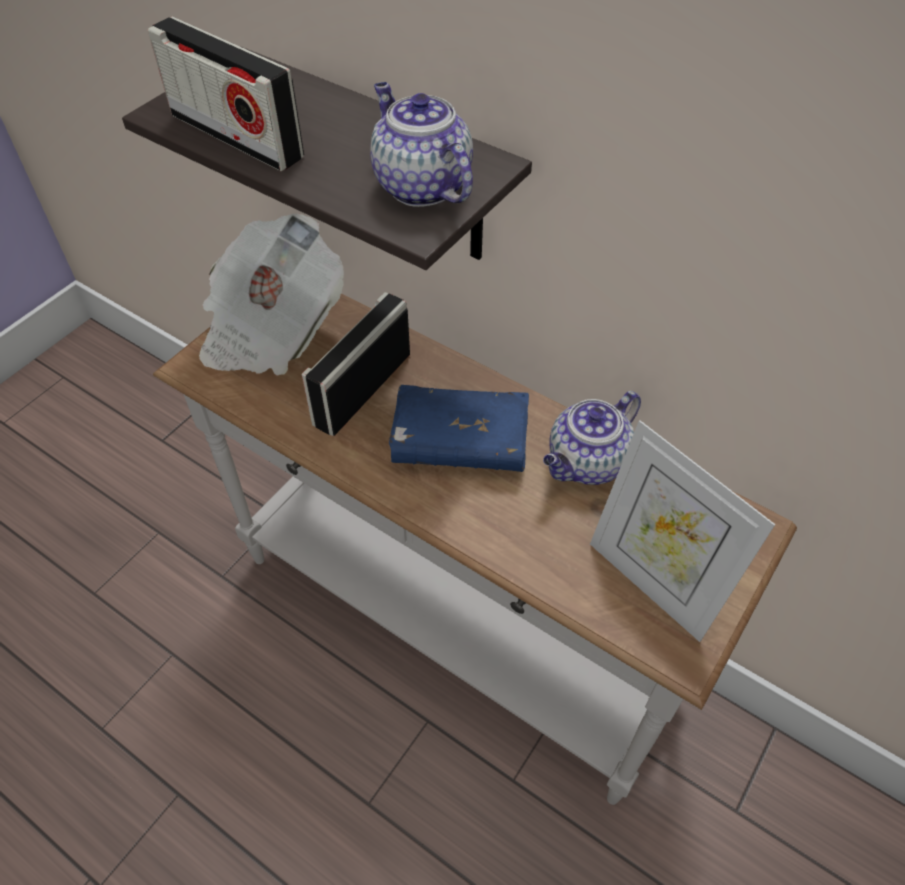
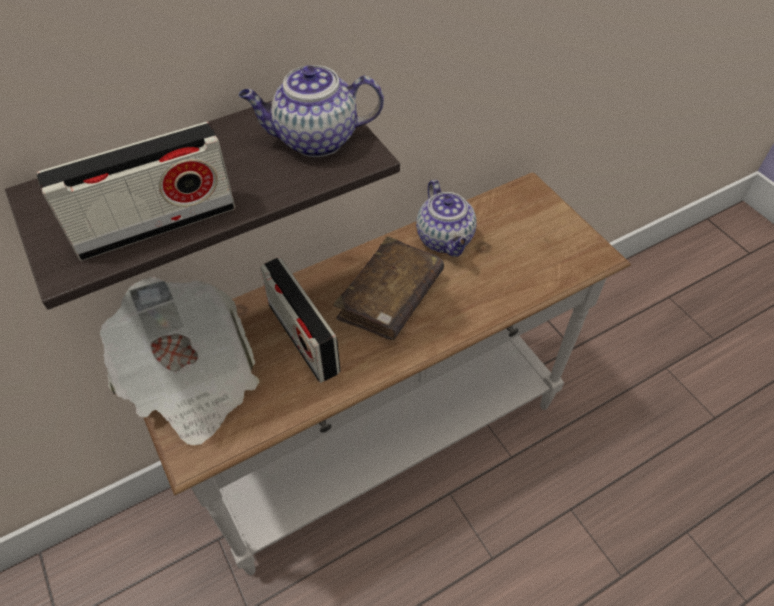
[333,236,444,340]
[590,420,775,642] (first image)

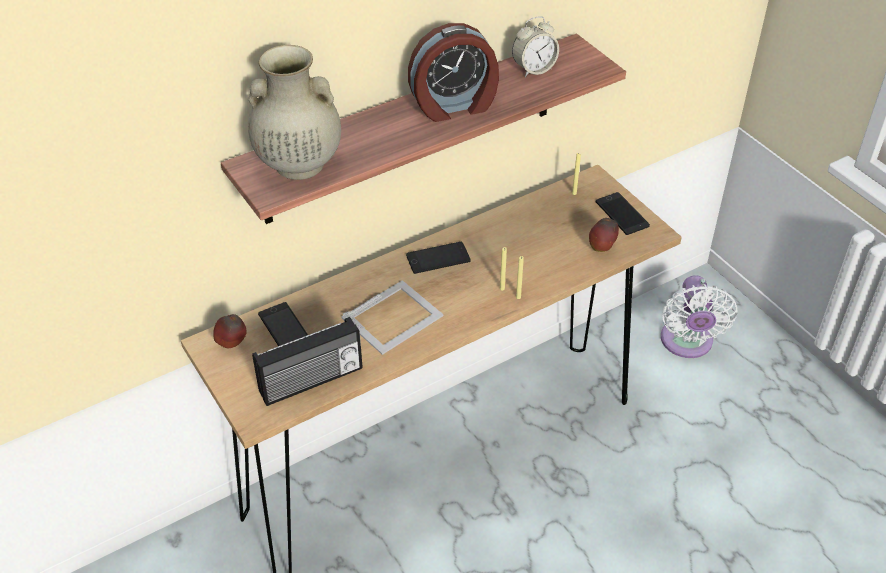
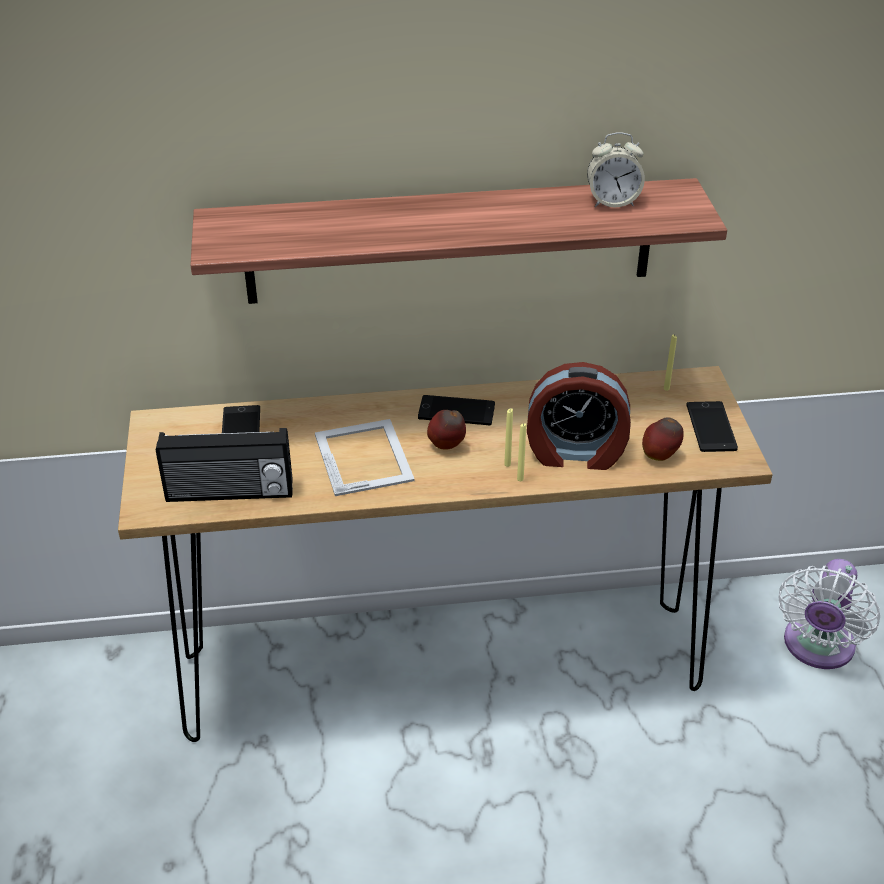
[315,419,415,496]
[427,410,466,450]
[527,362,631,470]
[248,45,341,180] (first image)

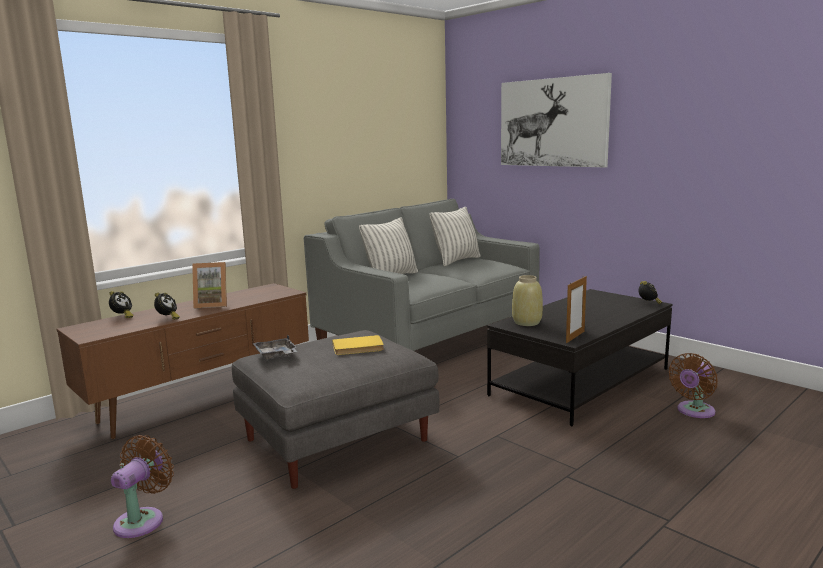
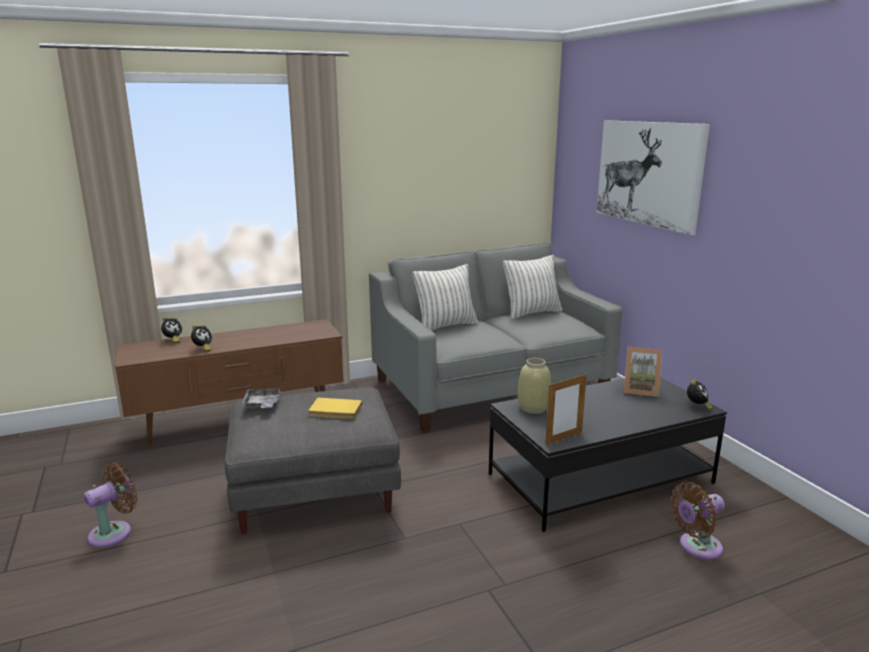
[624,347,662,397]

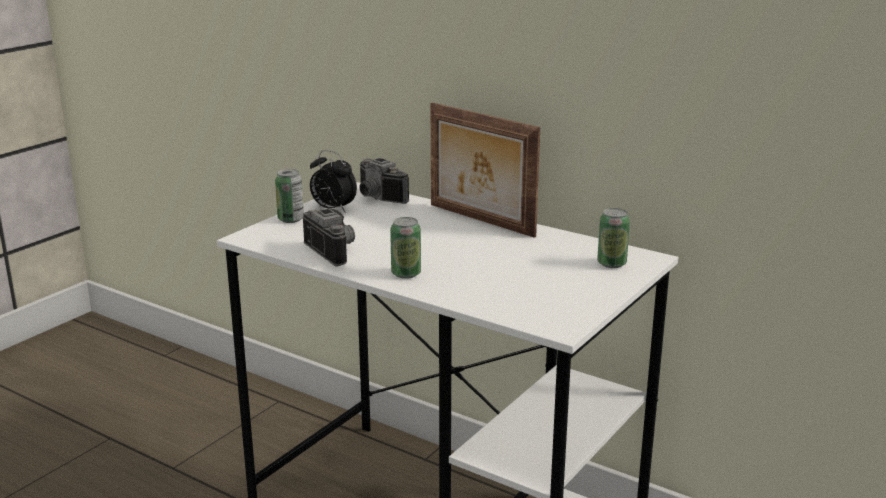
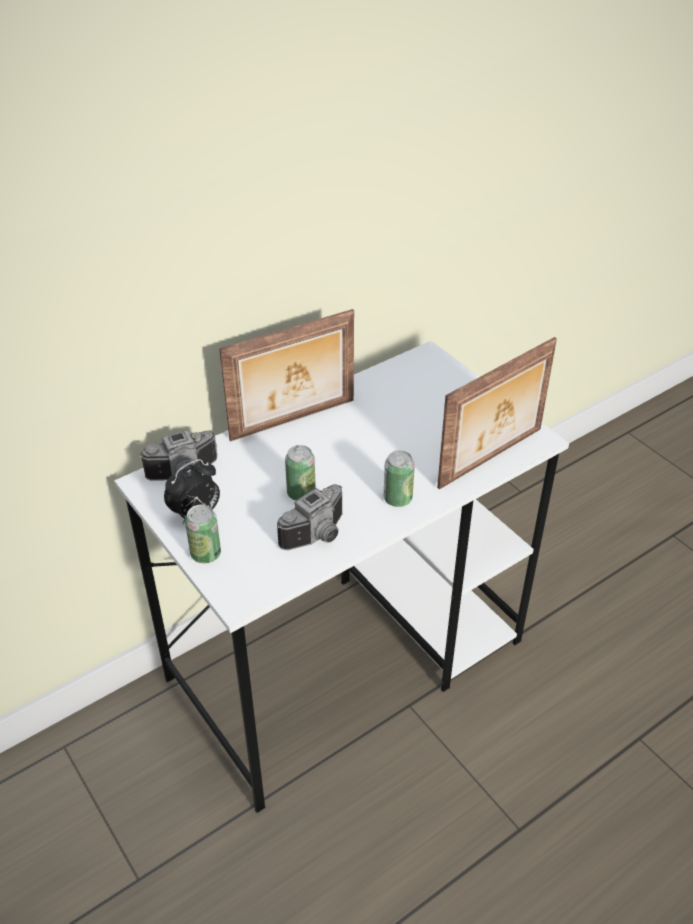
[277,484,342,550]
[285,445,316,501]
[437,337,557,489]

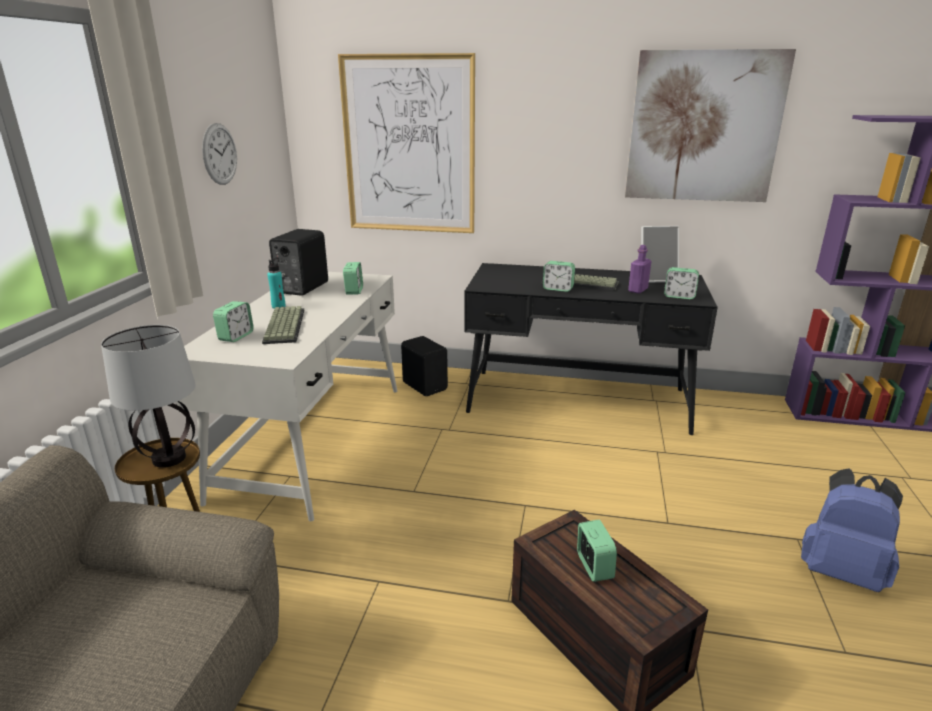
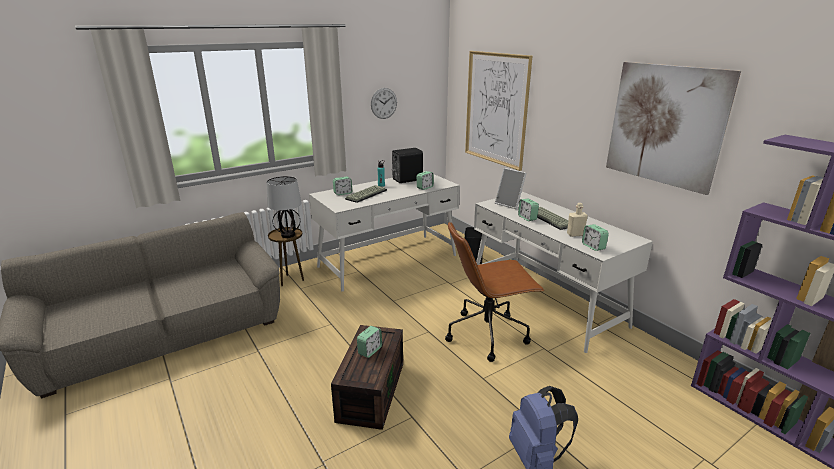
[445,221,545,362]
[474,192,653,353]
[495,168,527,209]
[567,203,588,237]

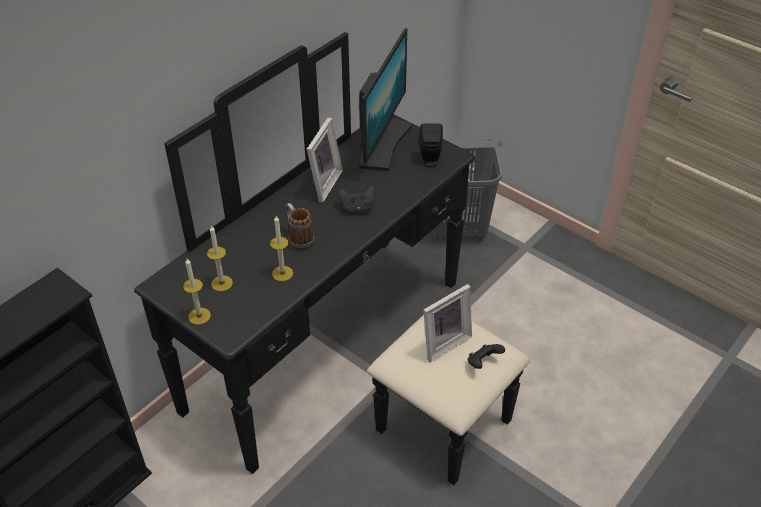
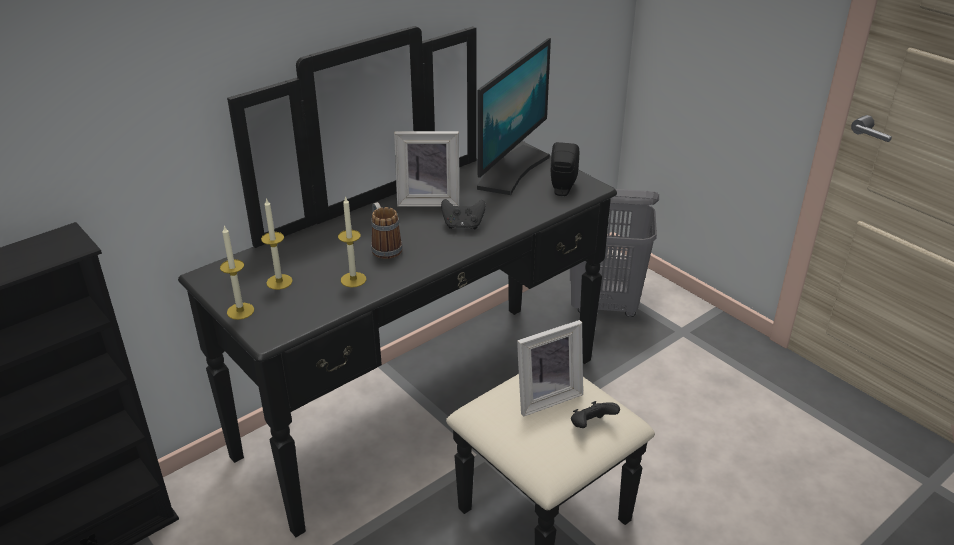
[394,131,460,207]

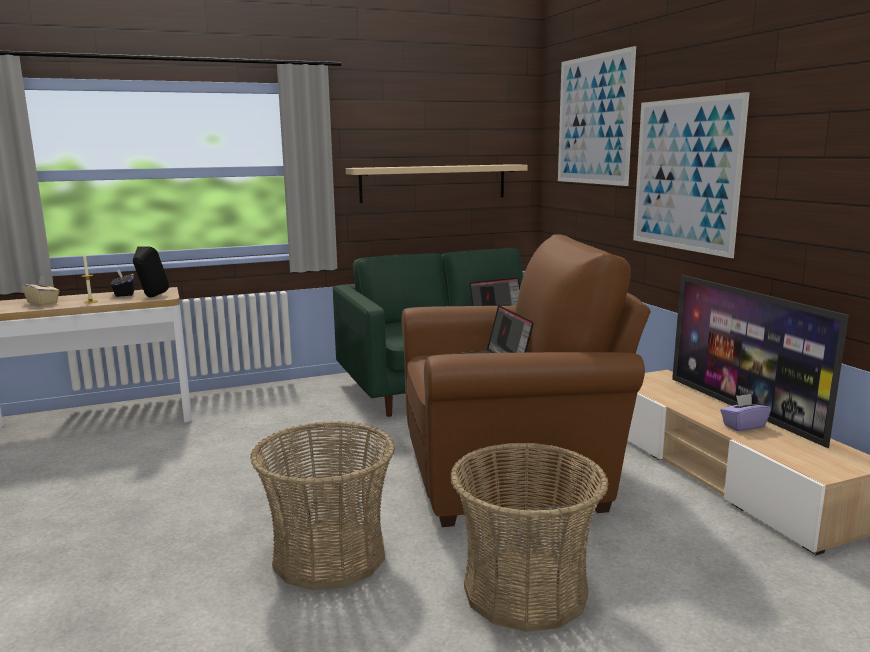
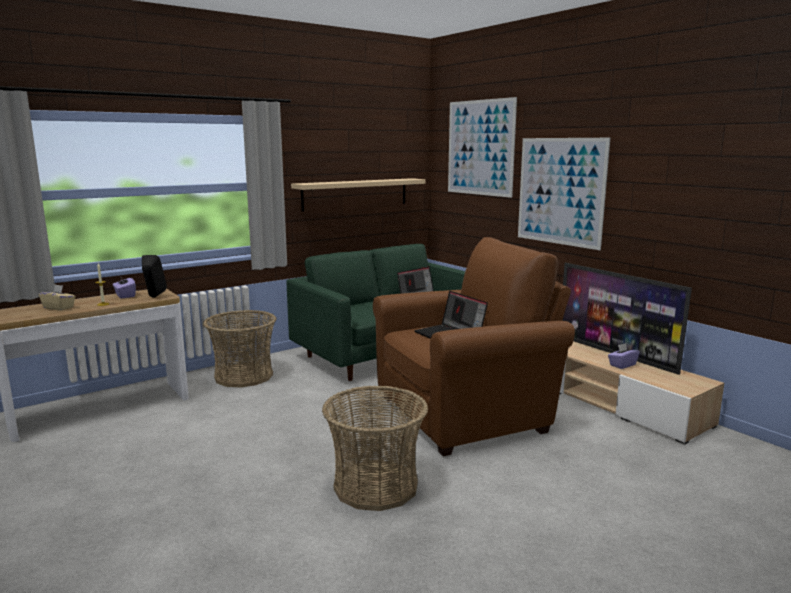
[113,276,136,299]
[203,310,276,387]

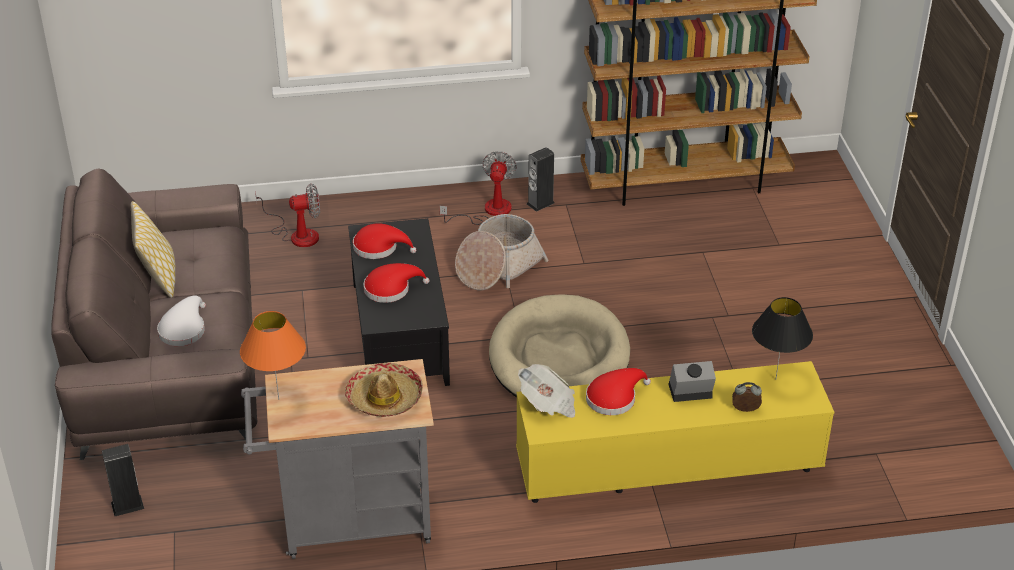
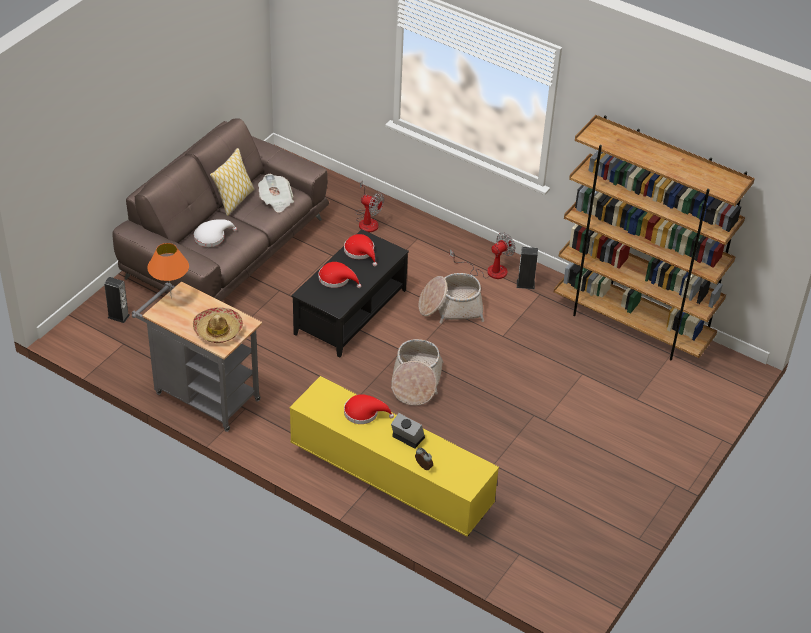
[258,174,294,213]
[391,339,443,406]
[752,297,813,380] (first image)

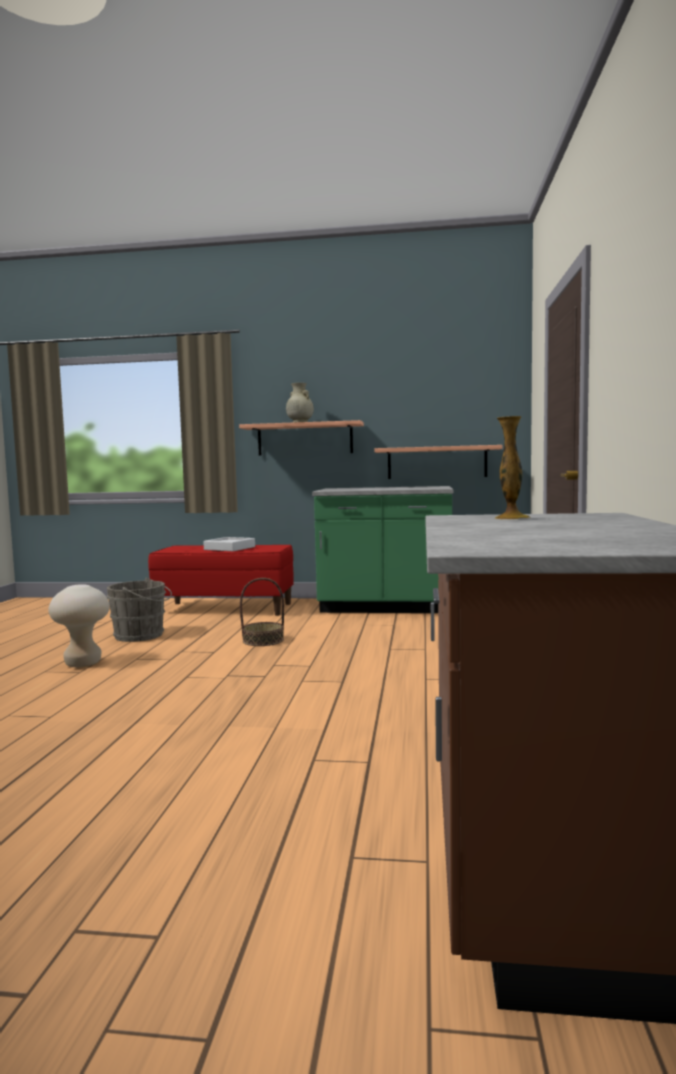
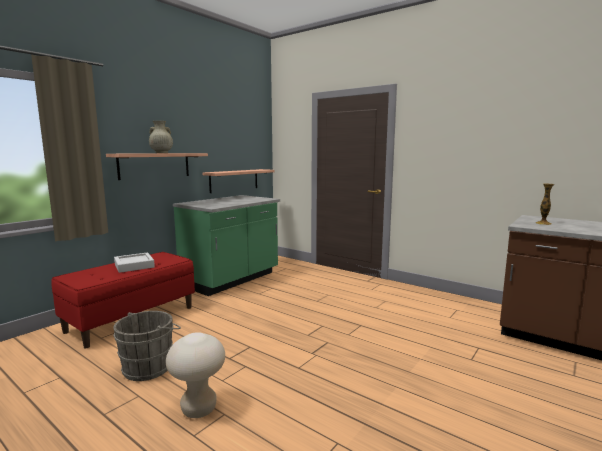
[240,578,284,646] (first image)

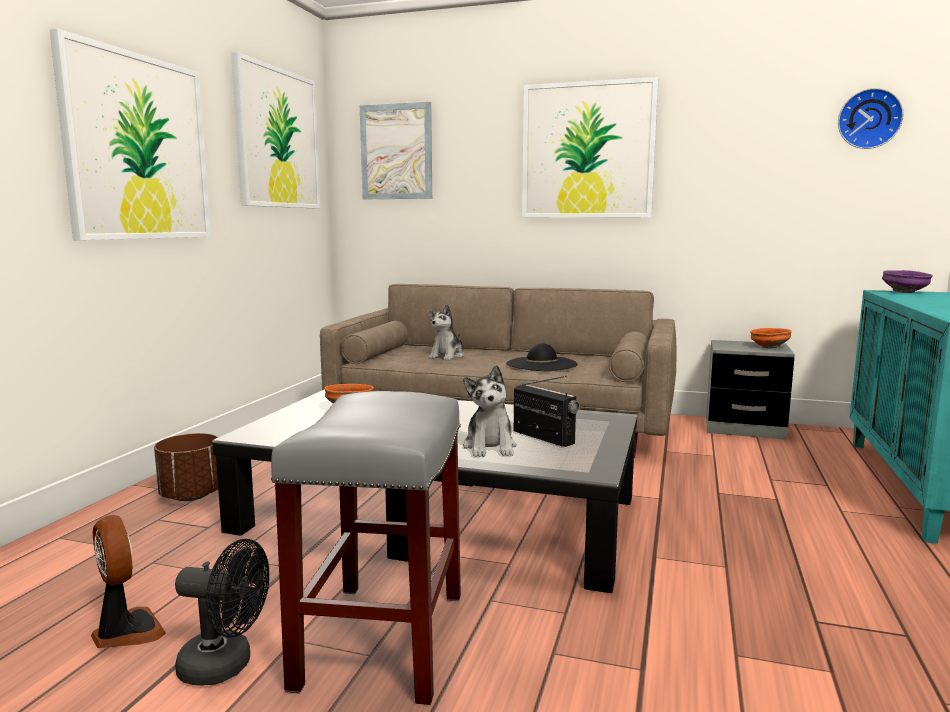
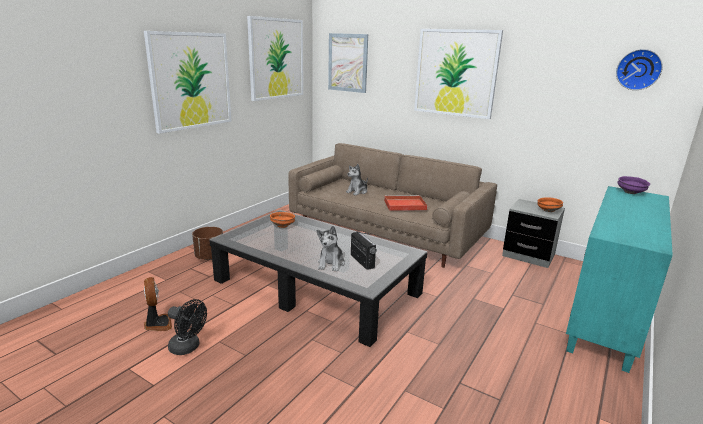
[384,195,428,211]
[271,391,461,705] (first image)

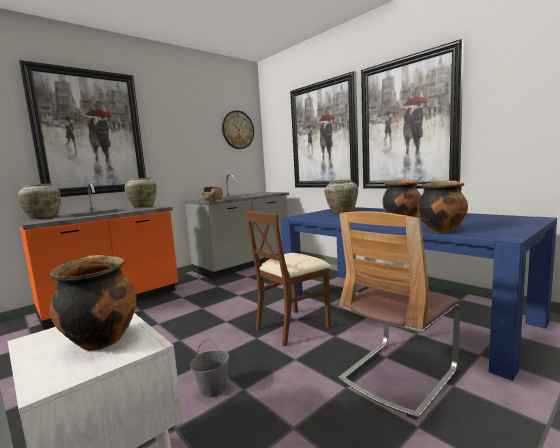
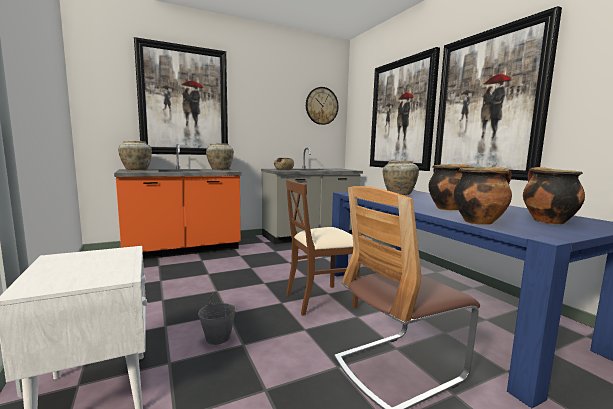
[523,167,585,225]

